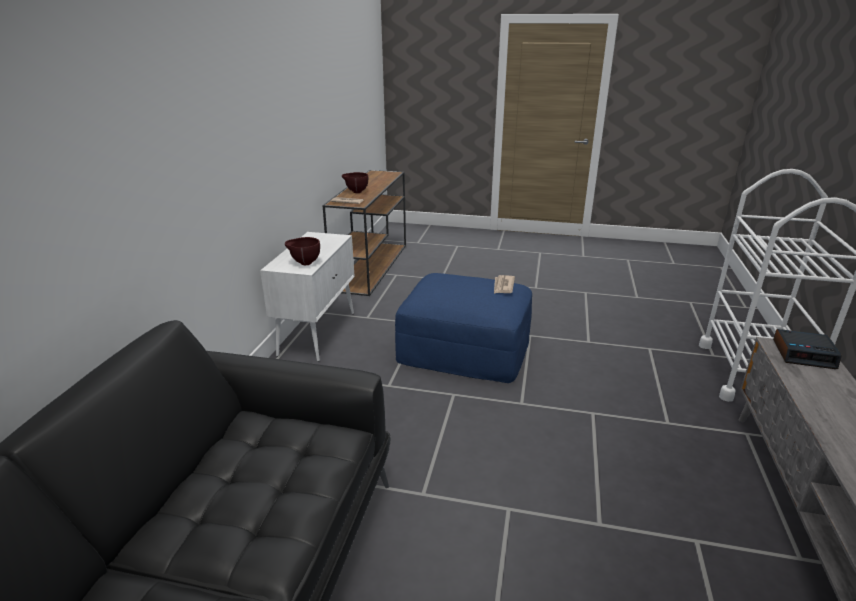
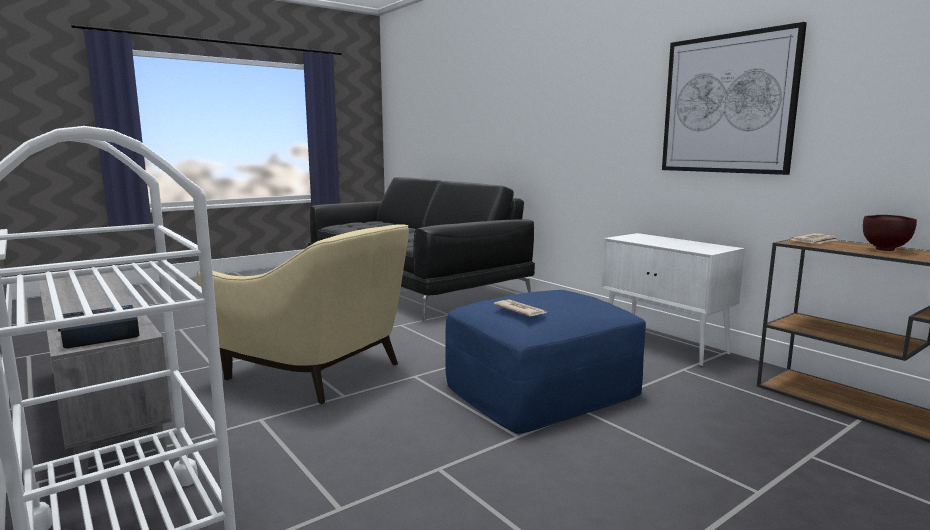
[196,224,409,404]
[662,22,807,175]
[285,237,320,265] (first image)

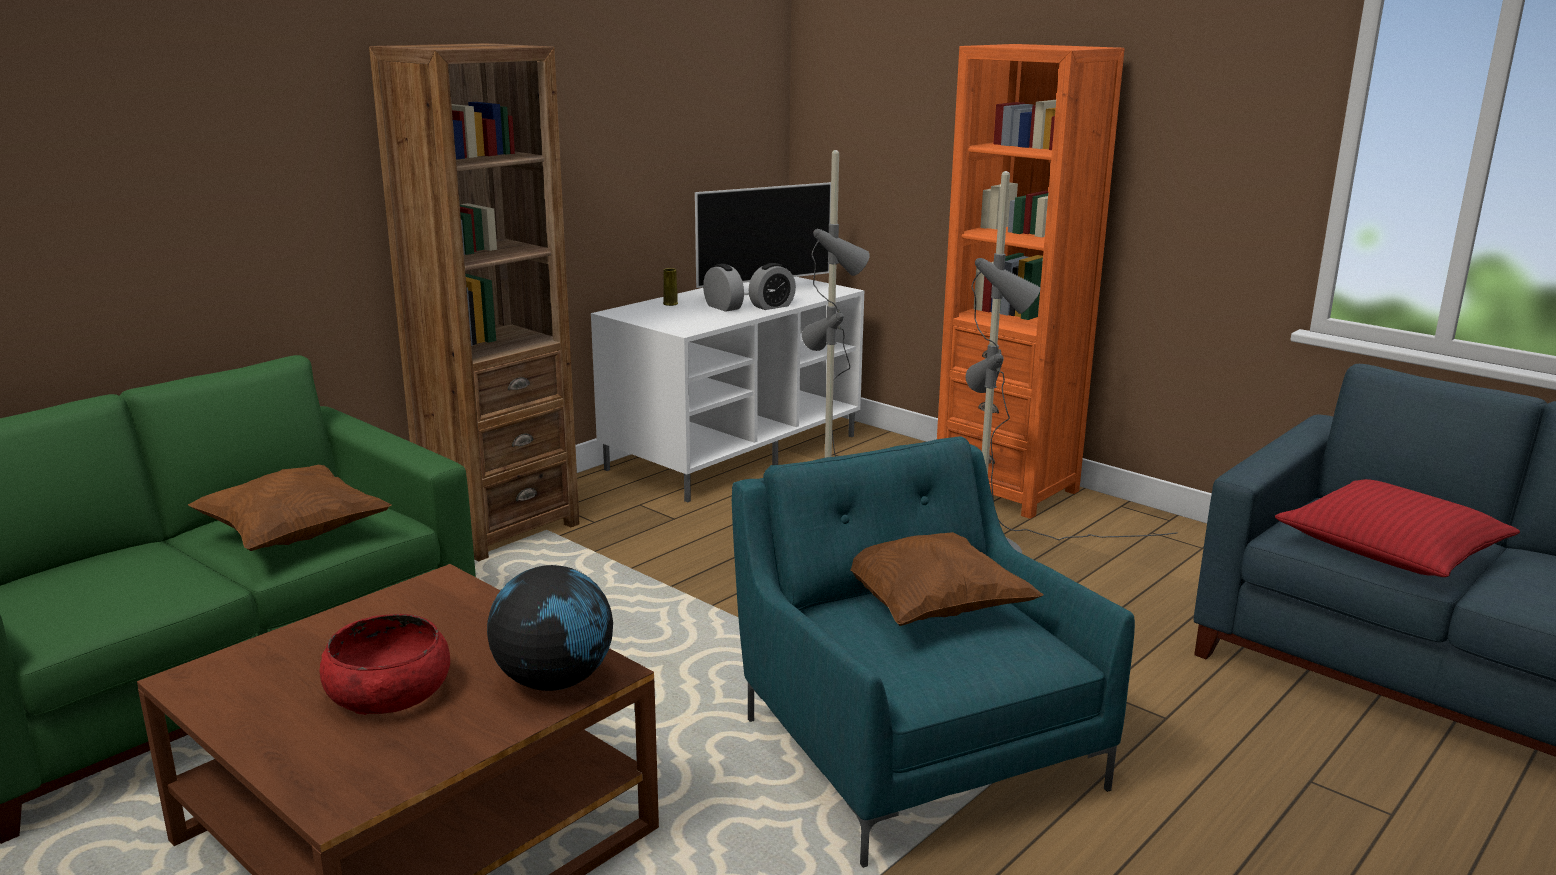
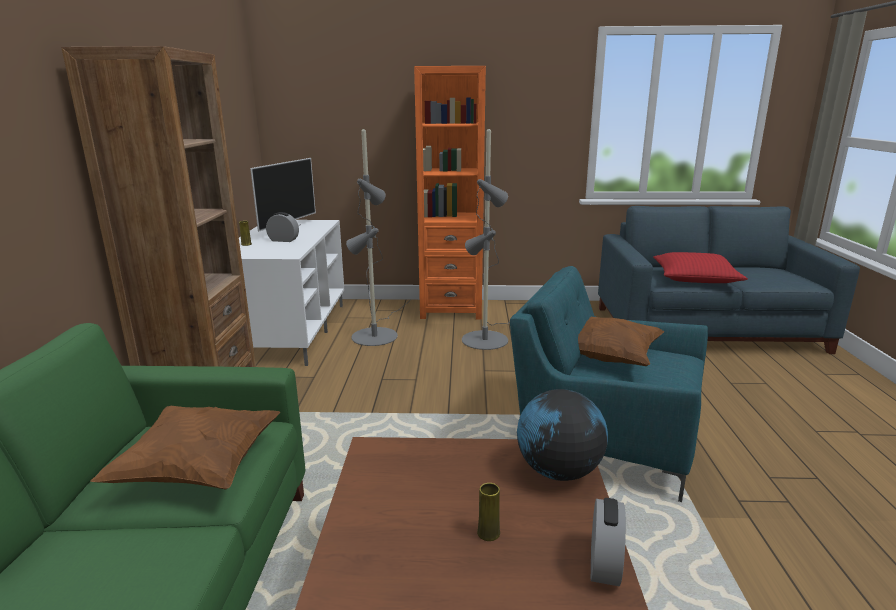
[477,483,500,541]
[591,498,626,586]

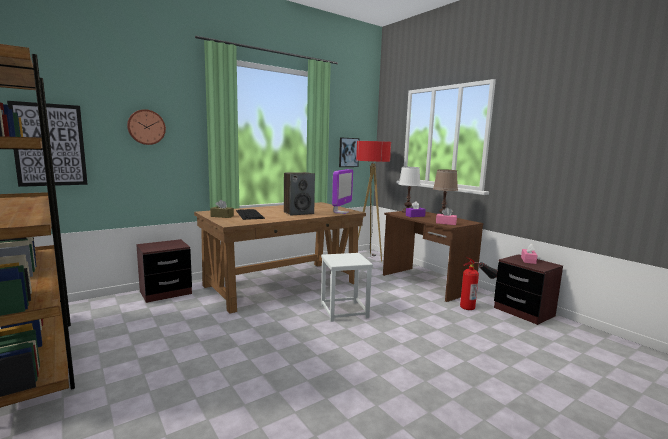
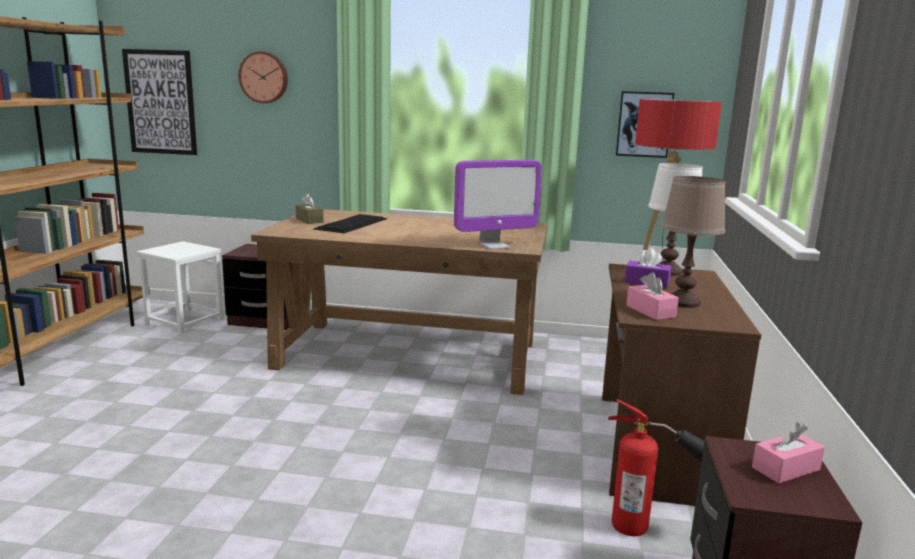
[137,241,224,334]
[284,172,315,215] (first image)

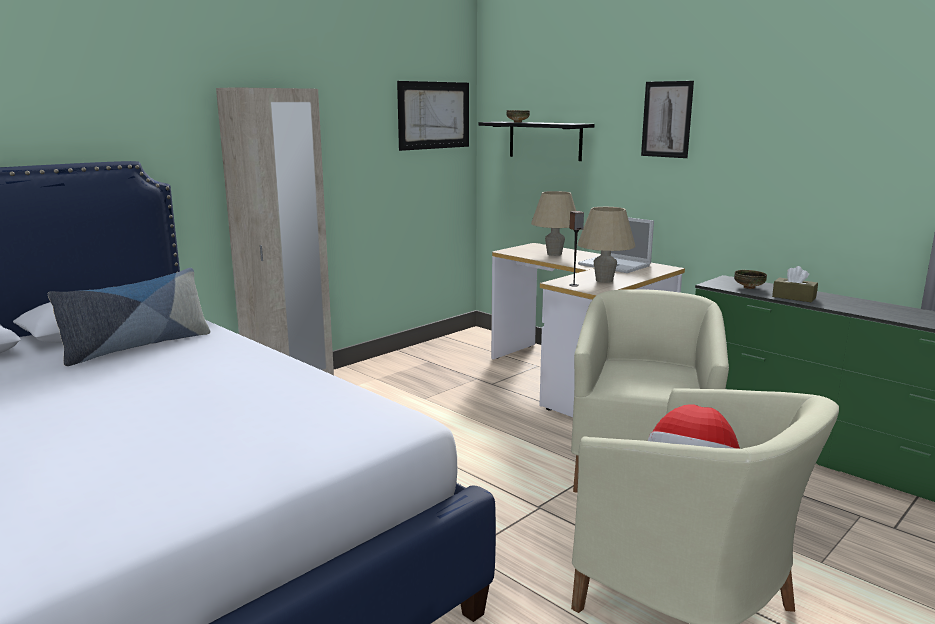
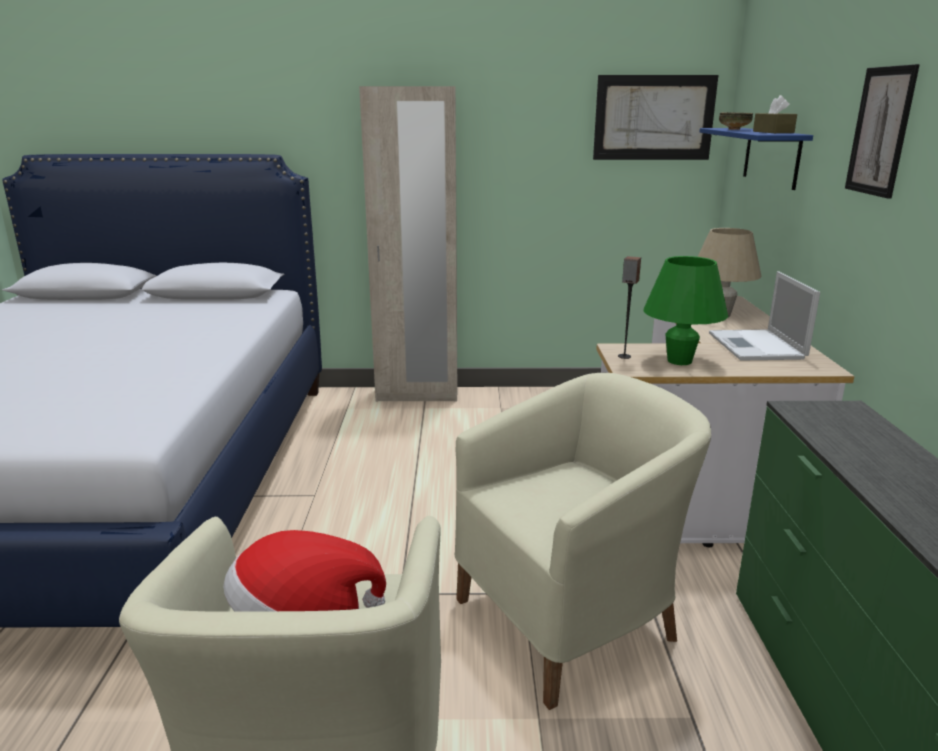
[644,256,728,365]
[699,128,813,190]
[753,95,797,133]
[48,268,210,366] (first image)
[734,270,767,289] (first image)

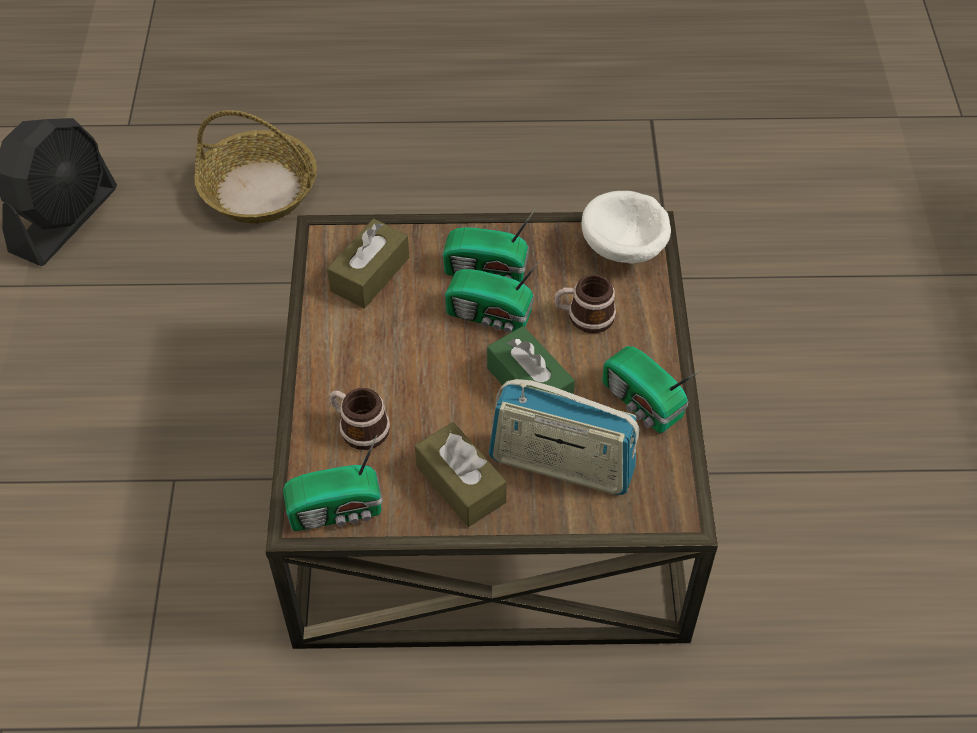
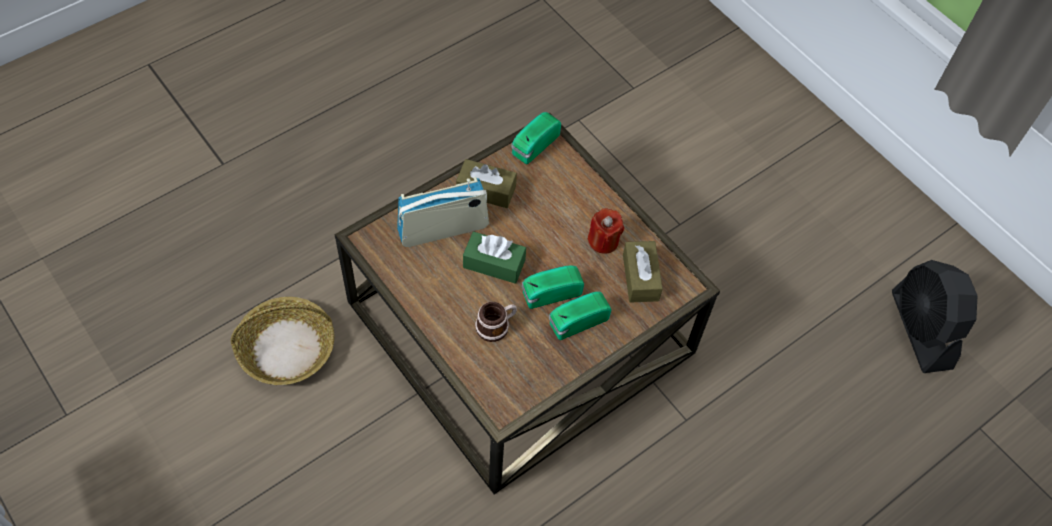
[231,297,334,385]
[588,208,624,254]
[330,388,390,450] (first image)
[582,191,671,264] (first image)
[602,346,701,433] (first image)

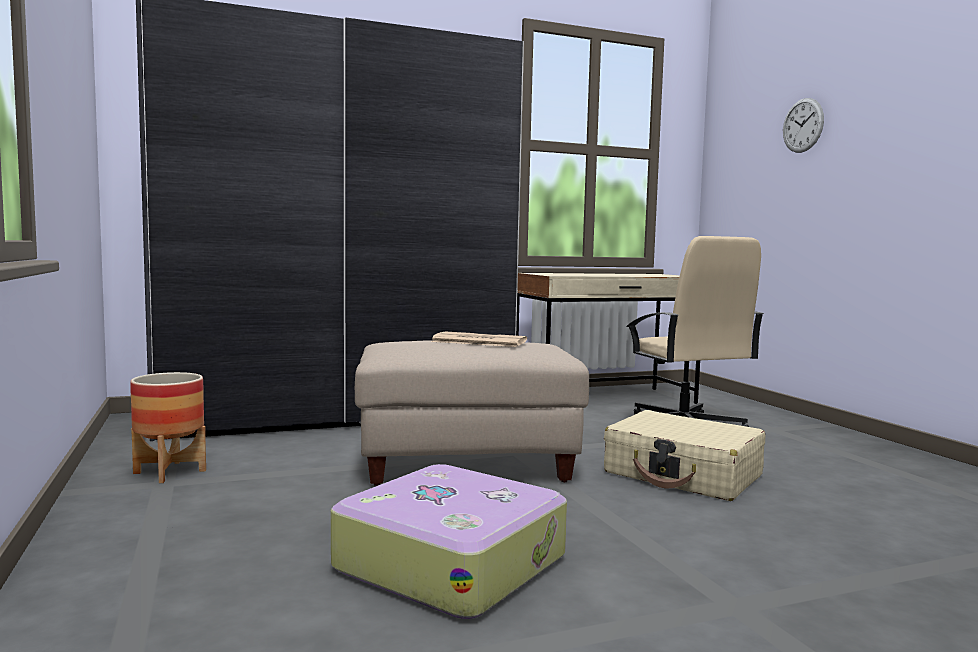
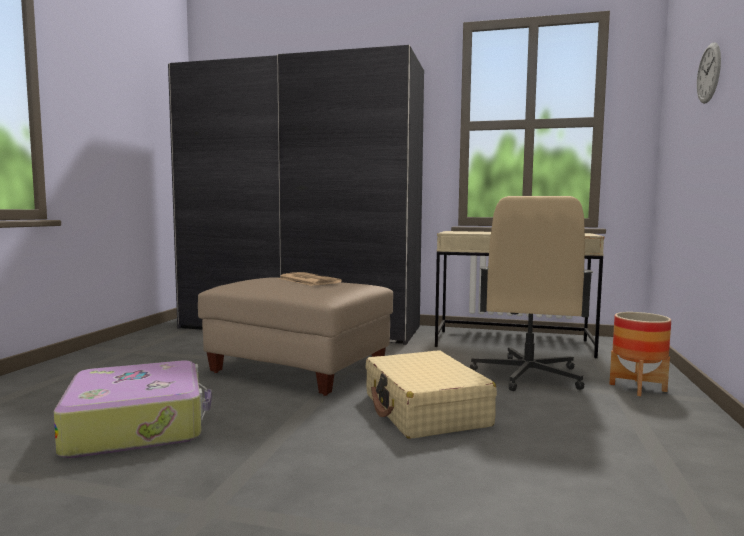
[609,312,671,396]

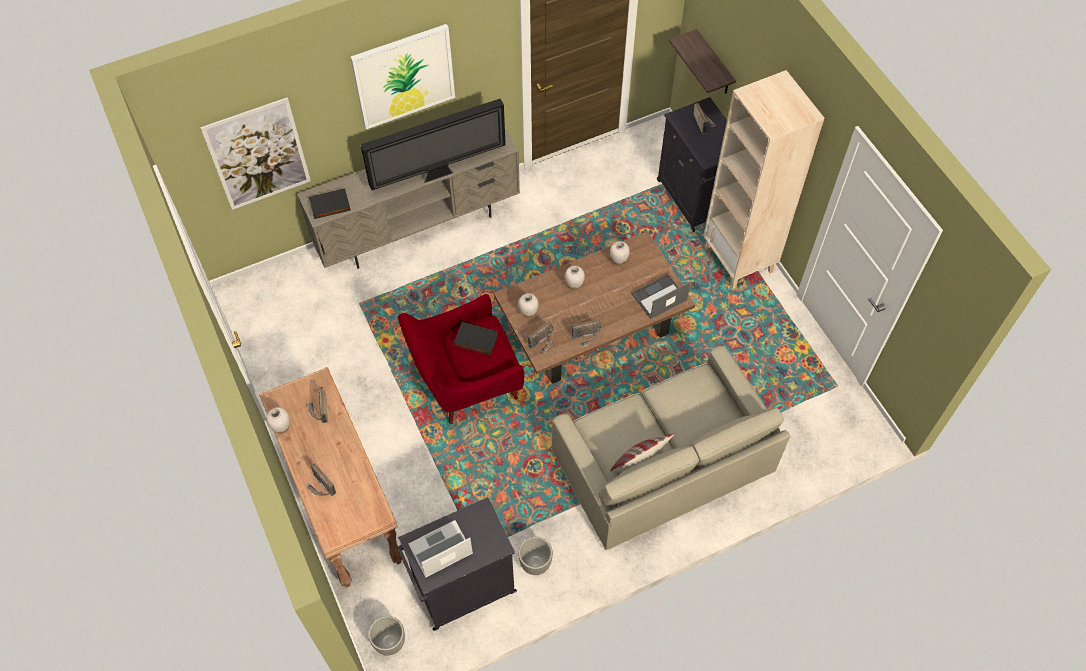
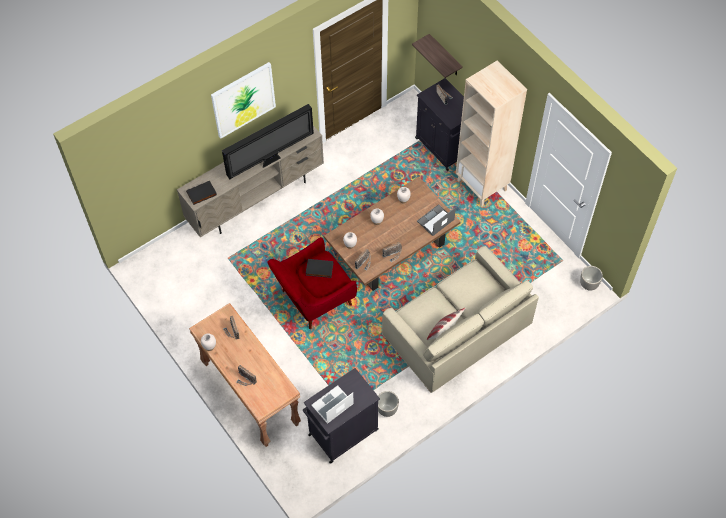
[580,266,603,291]
[200,97,311,210] (first image)

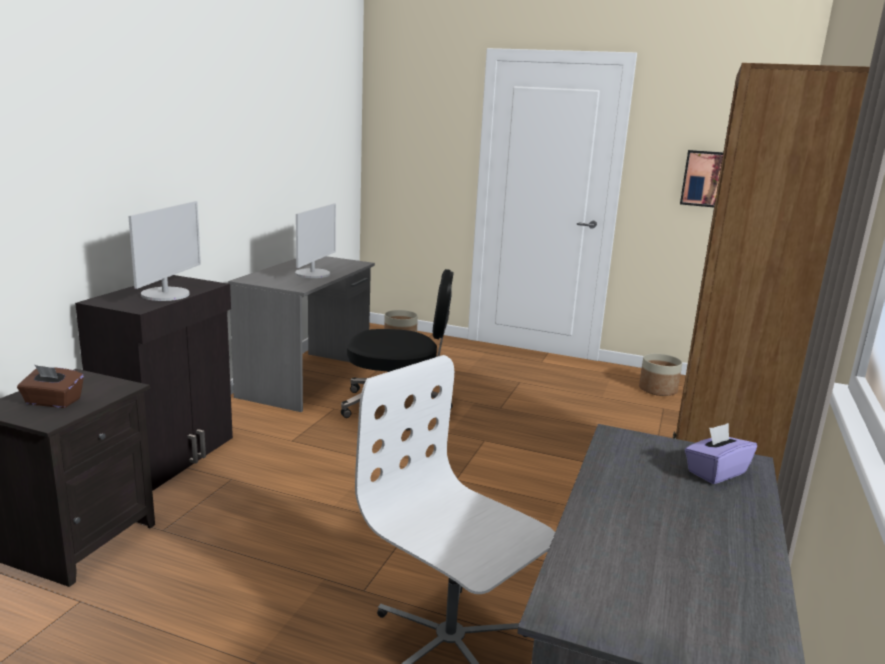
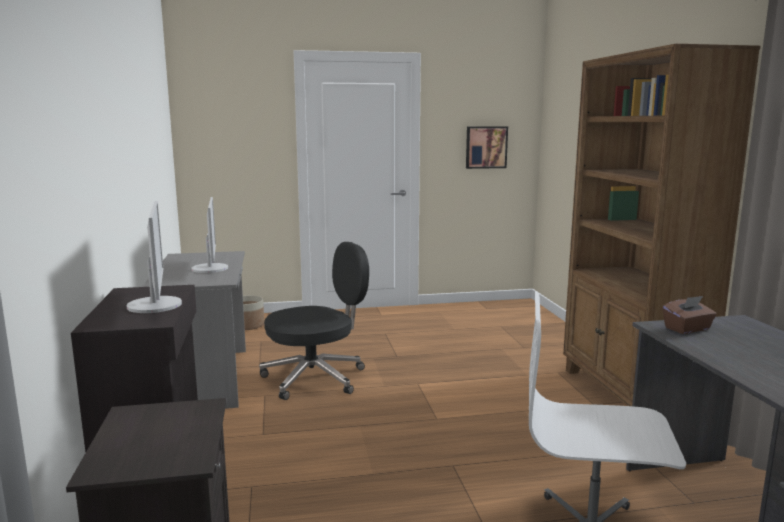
[663,296,717,334]
[639,353,682,396] (first image)
[685,423,757,484] (first image)

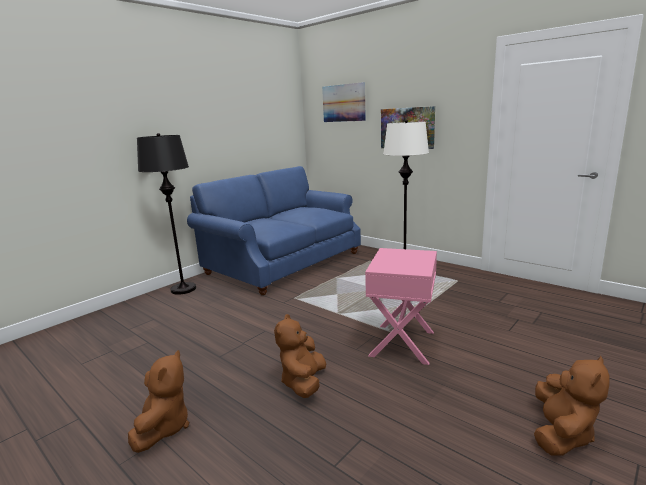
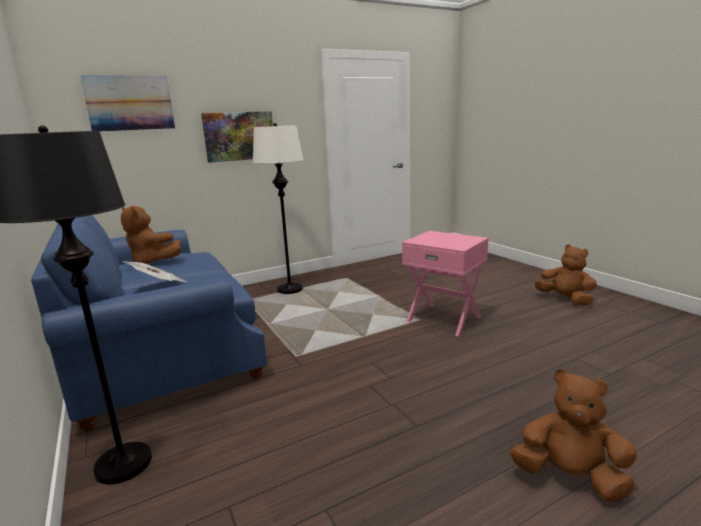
[121,206,181,264]
[124,262,187,282]

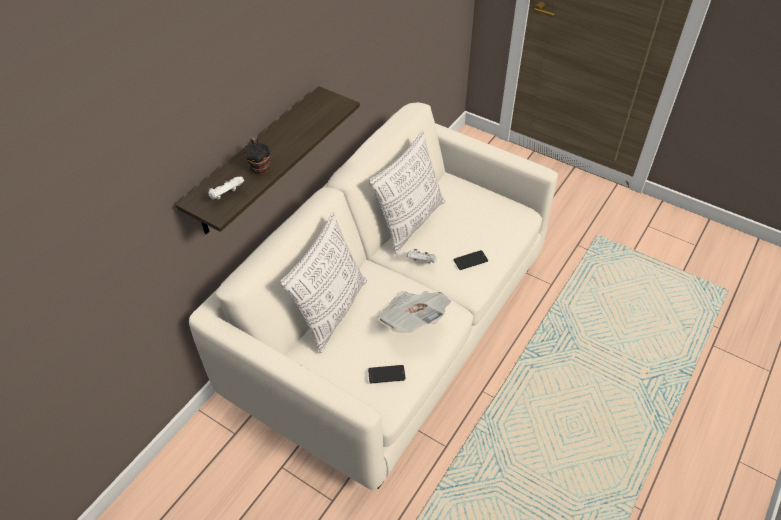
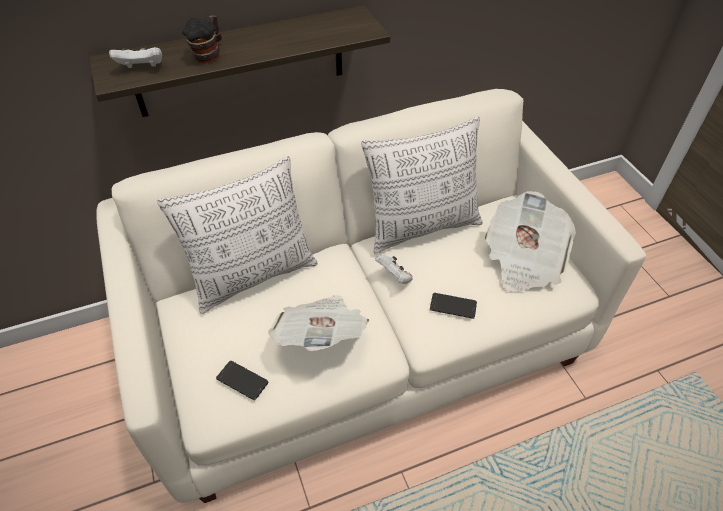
[485,191,576,292]

